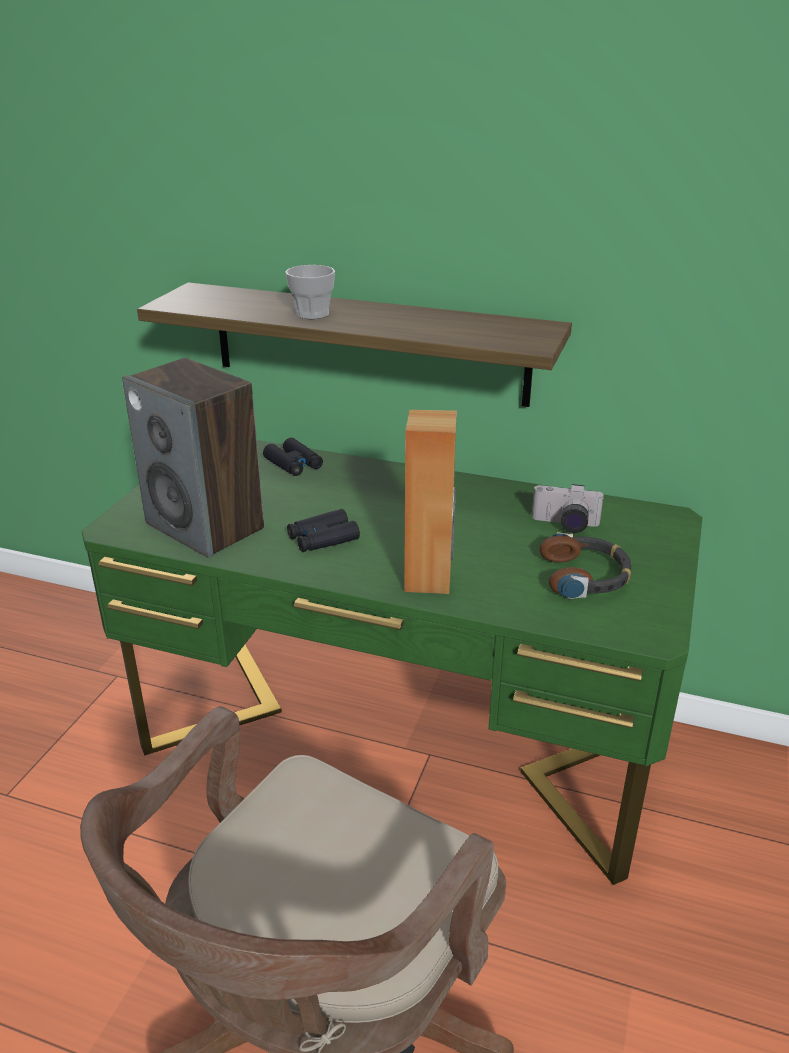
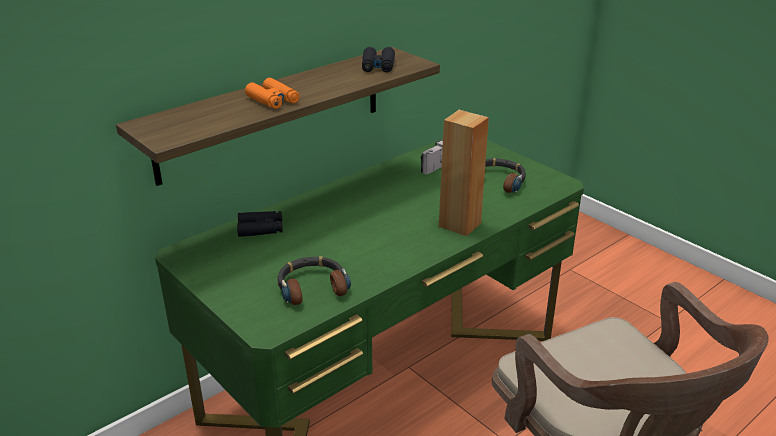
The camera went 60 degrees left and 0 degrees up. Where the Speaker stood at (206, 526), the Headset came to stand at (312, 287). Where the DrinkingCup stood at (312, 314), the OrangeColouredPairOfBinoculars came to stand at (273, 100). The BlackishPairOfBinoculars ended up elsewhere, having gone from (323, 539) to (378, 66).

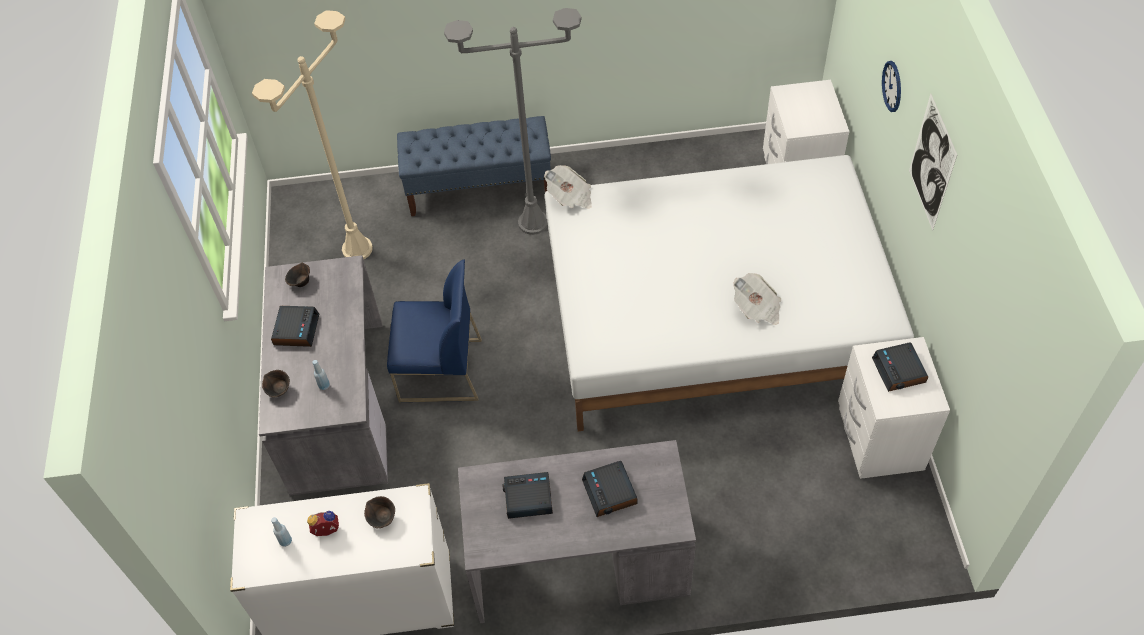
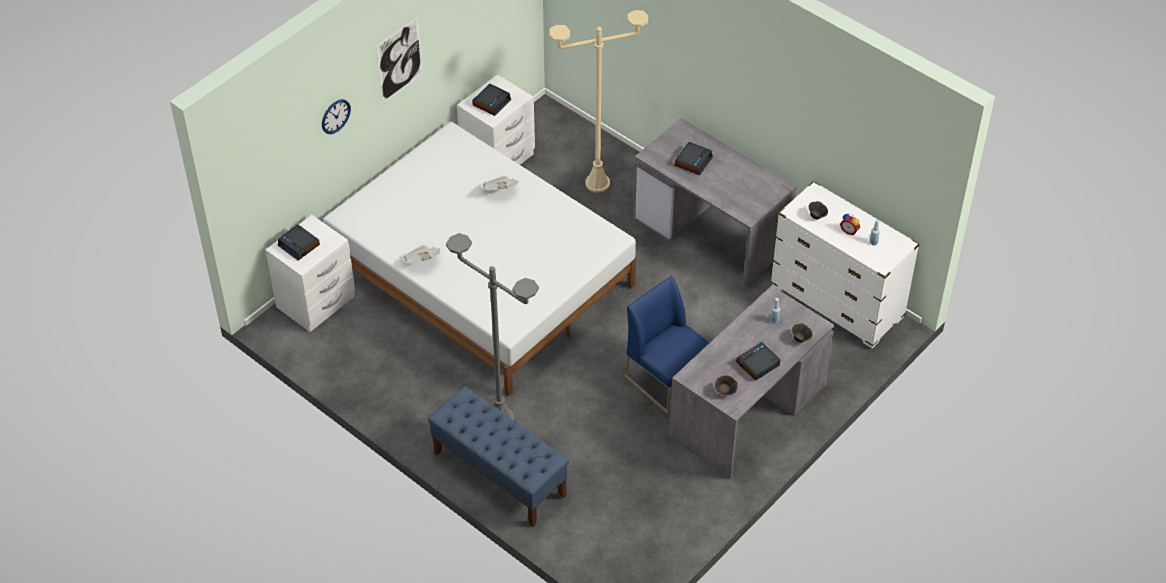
The camera went 135 degrees left and 5 degrees down. The BeigeColouredStandardLamp ended up elsewhere, having gone from (357, 249) to (597, 183). The TableClock ended up elsewhere, having gone from (528, 498) to (299, 245). The Newspaper ended up elsewhere, having gone from (570, 197) to (422, 261).

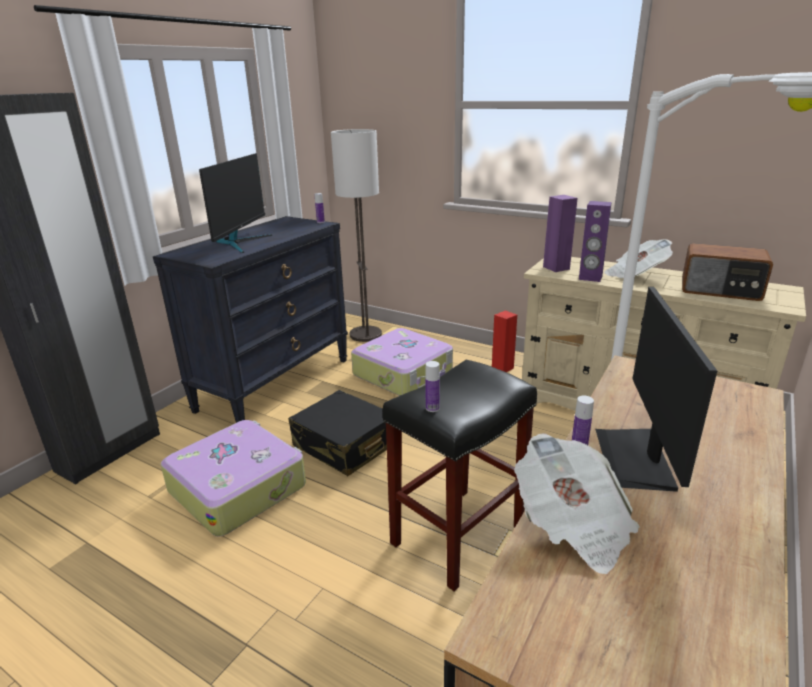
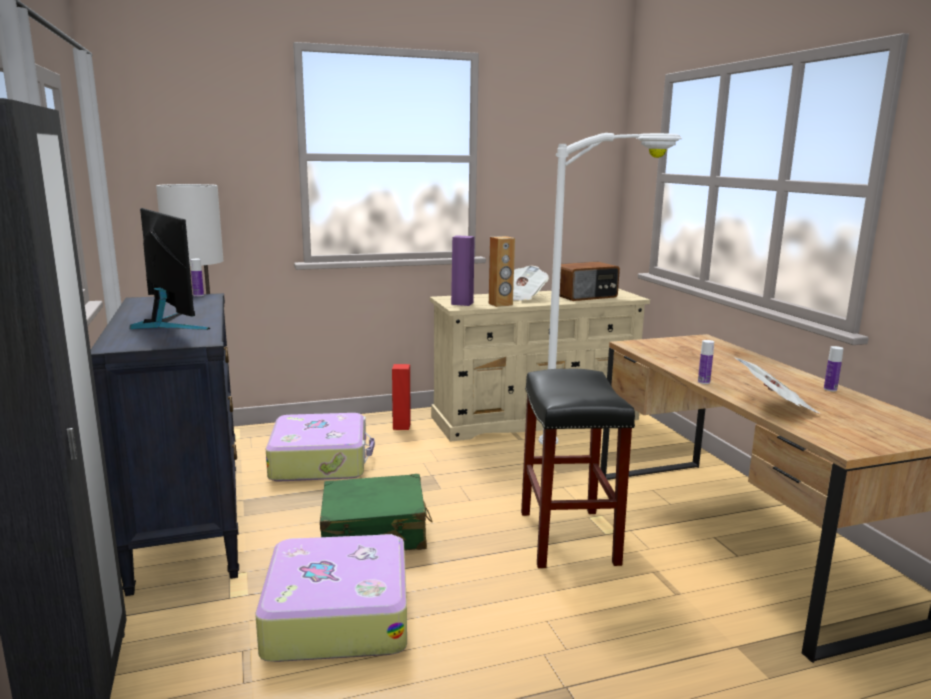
The camera went 50 degrees left and 10 degrees down. What was the BlackishTravelCase at (345, 445) turned into the GreenishTravelCase at (375, 533). The BeverageBottle ended up elsewhere, having gone from (432, 408) to (830, 389). What was the PurplishSpeaker at (590, 278) turned into the BrownishSpeaker at (500, 304). The second view lost the ComputerDisplay at (636, 458).

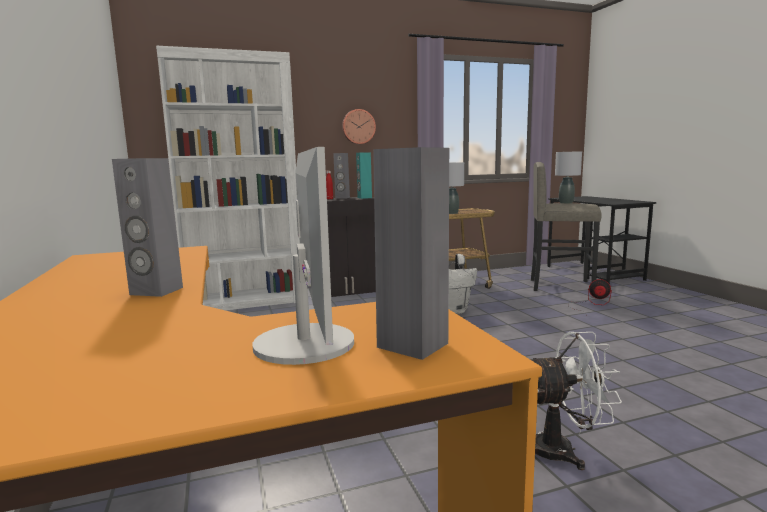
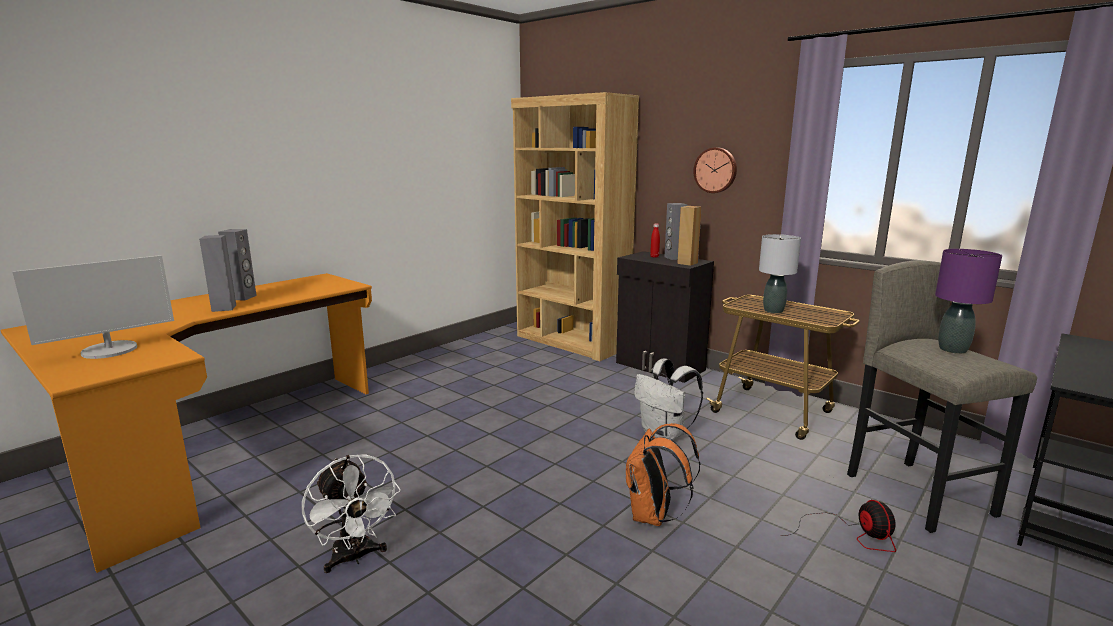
The camera went 60 degrees right and 5 degrees up. What was the WhiteBookcase at (245, 301) turned into the BrownishBookcase at (571, 342). What was the TurquoiseSpeaker at (364, 198) turned into the BrownishSpeaker at (687, 263). The GraySpeaker ended up elsewhere, having gone from (413, 345) to (243, 297). What was the GrayTableLamp at (566, 203) turned into the PurplishTableLamp at (952, 350). The second view gained the OrangeColouredRucksack at (653, 516).

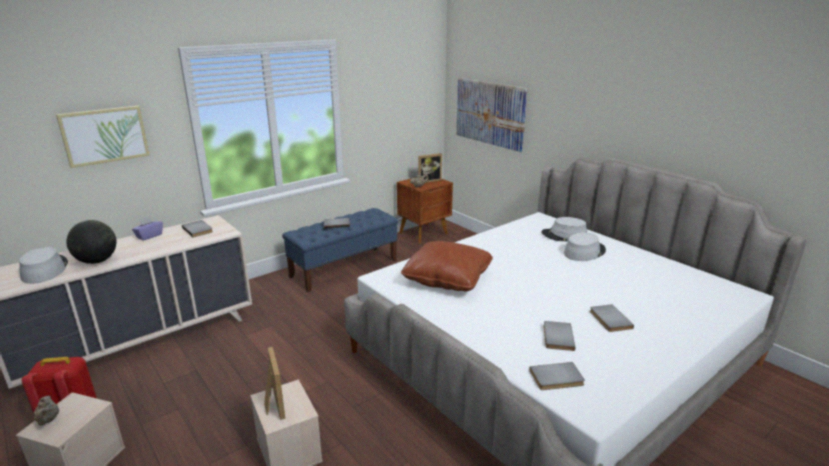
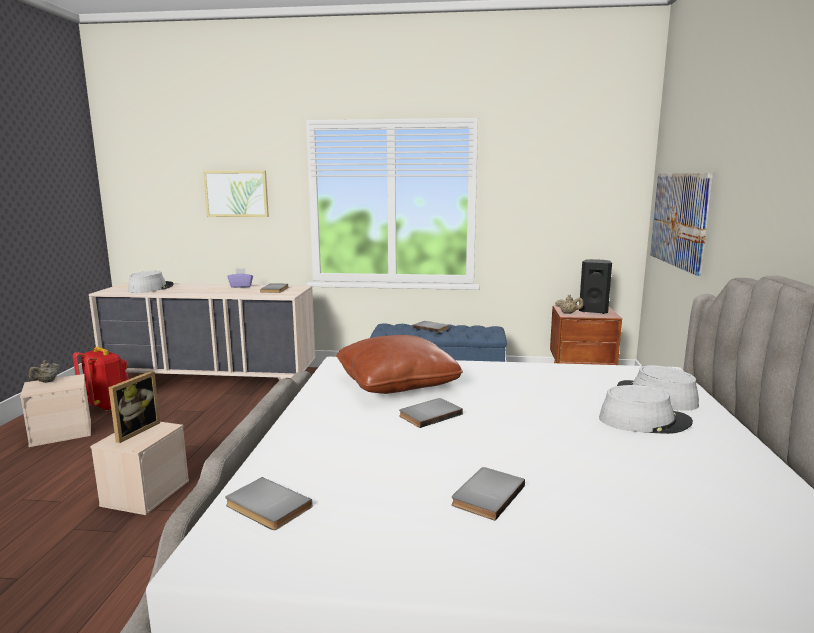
The camera went 45 degrees right and 10 degrees down. The second view lost the DeskGlobe at (97, 261). Where the PictureFrame stood at (428, 180), the BlackishSpeaker came to stand at (593, 311). The GrayVolume ended up elsewhere, having gone from (556, 337) to (429, 414).

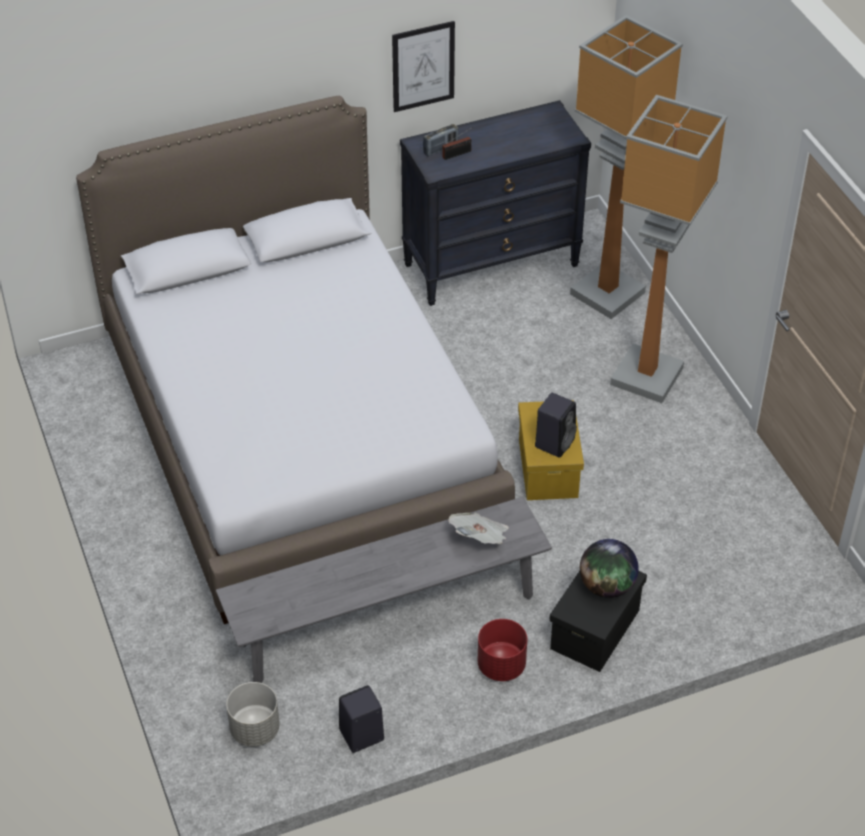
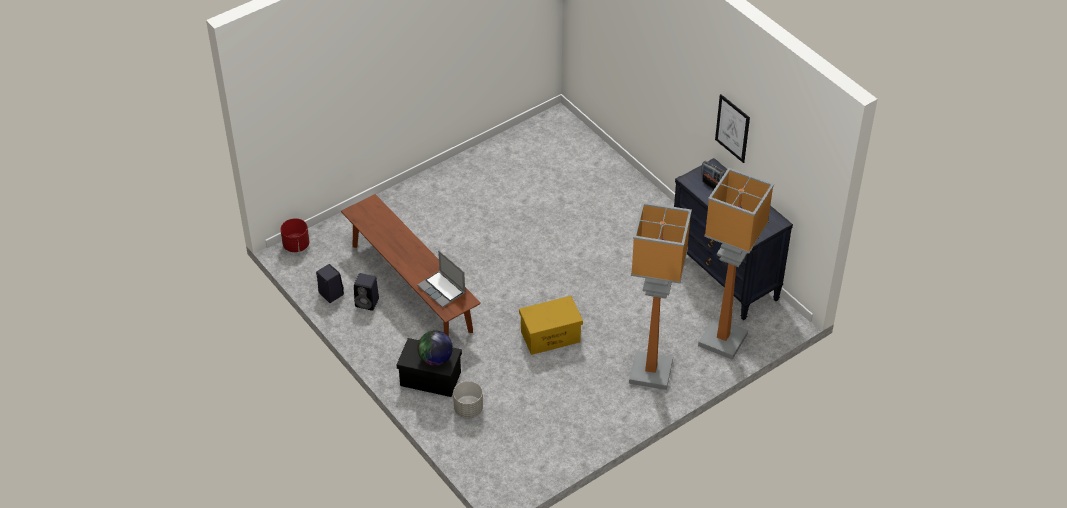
The camera went 75 degrees right and 0 degrees up. The second view lost the SleepingBed at (298, 435). What was the GrayIndoorBench at (387, 619) turned into the BrownishIndoorBench at (411, 287). The GrayFlowerPot ended up elsewhere, having gone from (254, 730) to (468, 409). Where the Newspaper stood at (480, 538), the PortableComputer came to stand at (442, 290). The ReddishFlowerPot ended up elsewhere, having gone from (501, 665) to (296, 245). The BlackishSpeaker ended up elsewhere, having gone from (555, 442) to (368, 302).

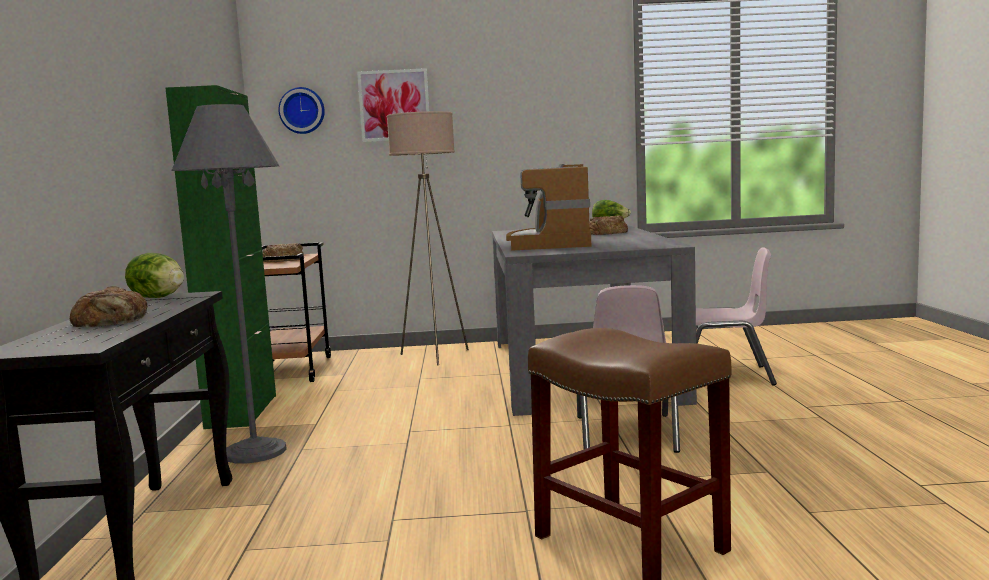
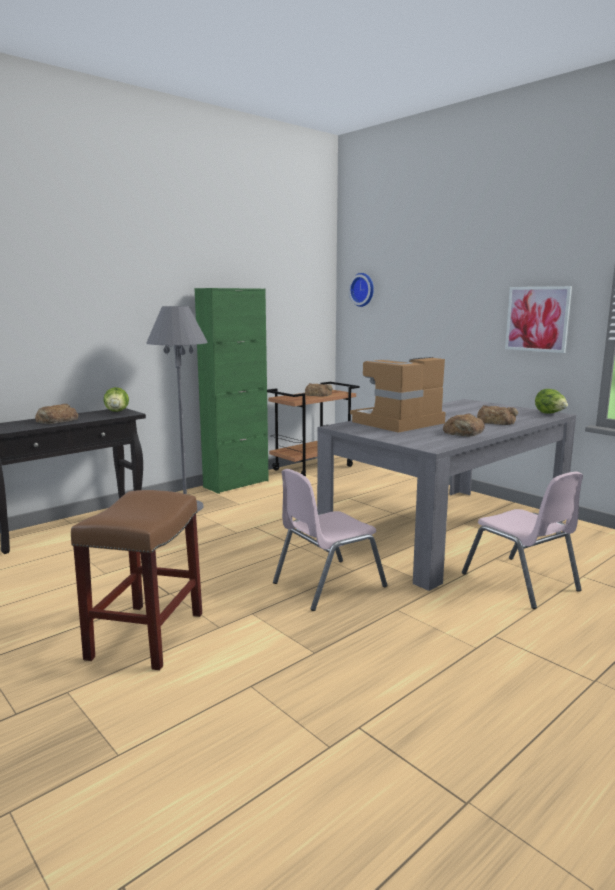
The camera went 50 degrees right and 5 degrees up. The WallArt ended up elsewhere, having gone from (394, 105) to (537, 319). The second view lost the BeigeColouredStandardLamp at (435, 356). The second view gained the BakedBread at (464, 432).

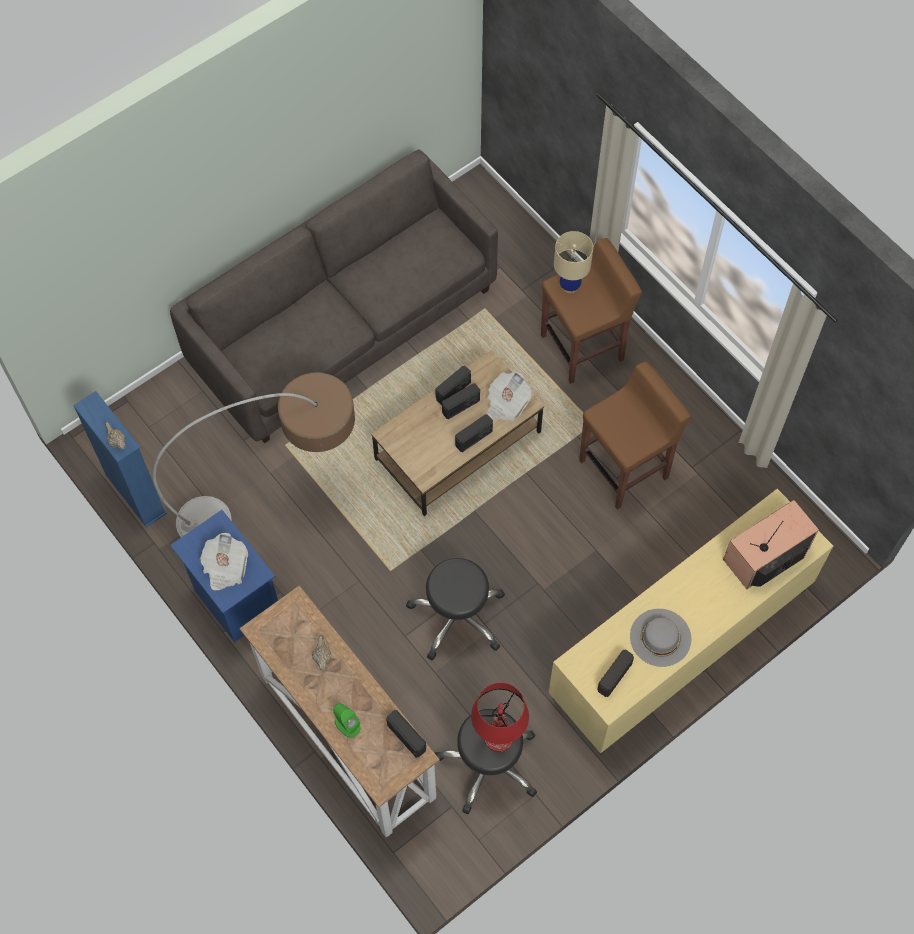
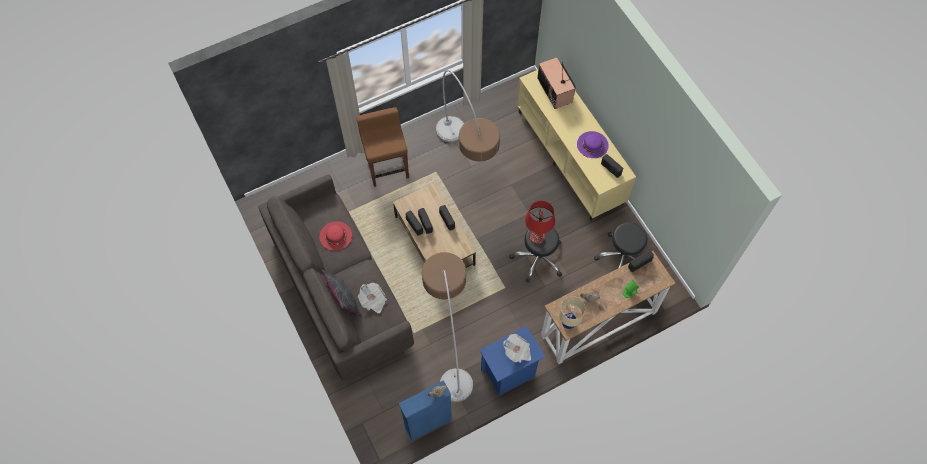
The camera went 80 degrees left and 0 degrees up. The ReddishTableLamp ended up elsewhere, having gone from (498, 738) to (537, 237). The Newspaper ended up elsewhere, having gone from (506, 403) to (373, 301). The BeigeColouredTableLamp ended up elsewhere, having gone from (570, 286) to (568, 324). Where the BrownishStool stood at (625, 468), the StandardLamp came to stand at (466, 162). What was the GrayWearableHat at (660, 637) turned into the PurplishWearableHat at (592, 144). The second view gained the ReddishWearableHat at (335, 236). The second view gained the GrayThrowPillow at (344, 301).

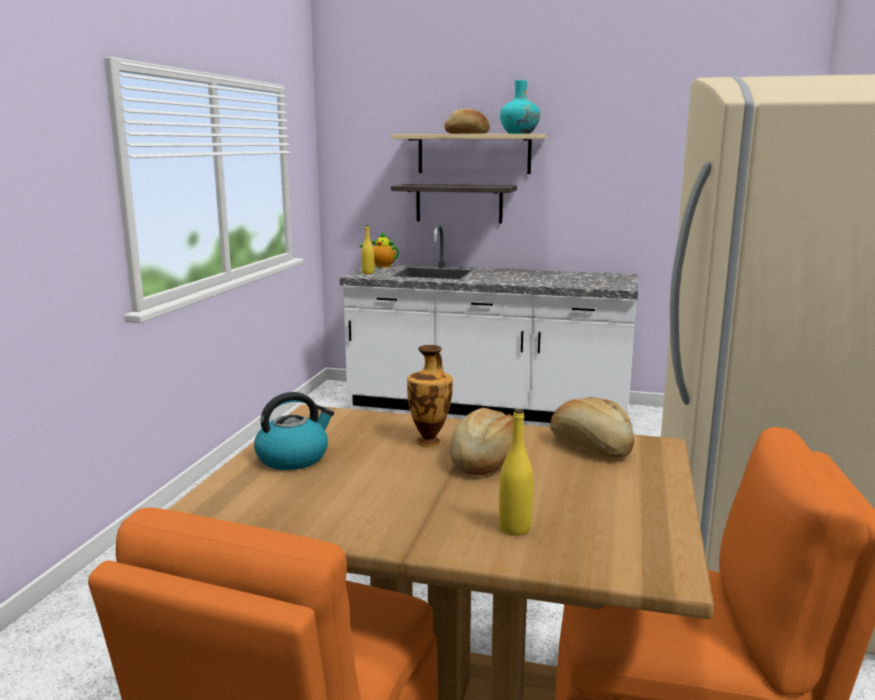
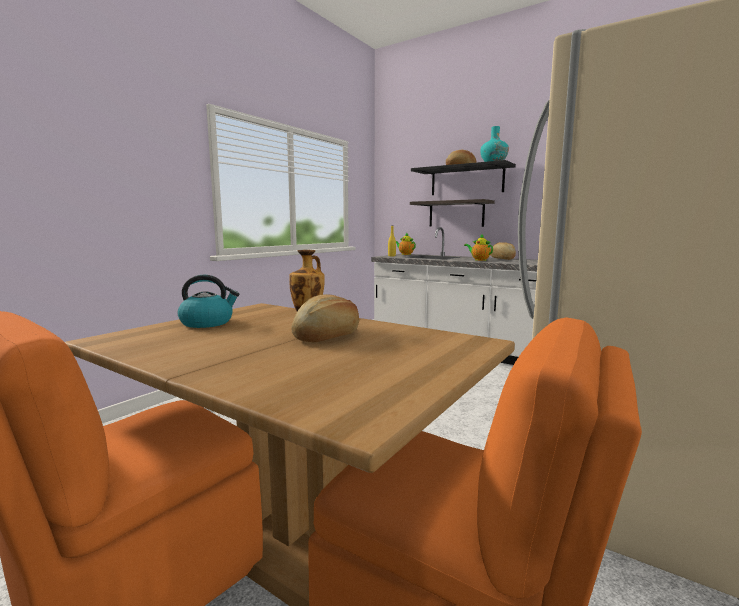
The camera went 20 degrees right and 5 degrees down. What was the BeigeColouredShelf at (474, 154) turned into the BlackishShelf at (466, 181). The second view lost the YellowBeverageBottle at (515, 528). The BakedBread ended up elsewhere, having gone from (590, 447) to (502, 258). The second view gained the Teapot at (479, 260).

